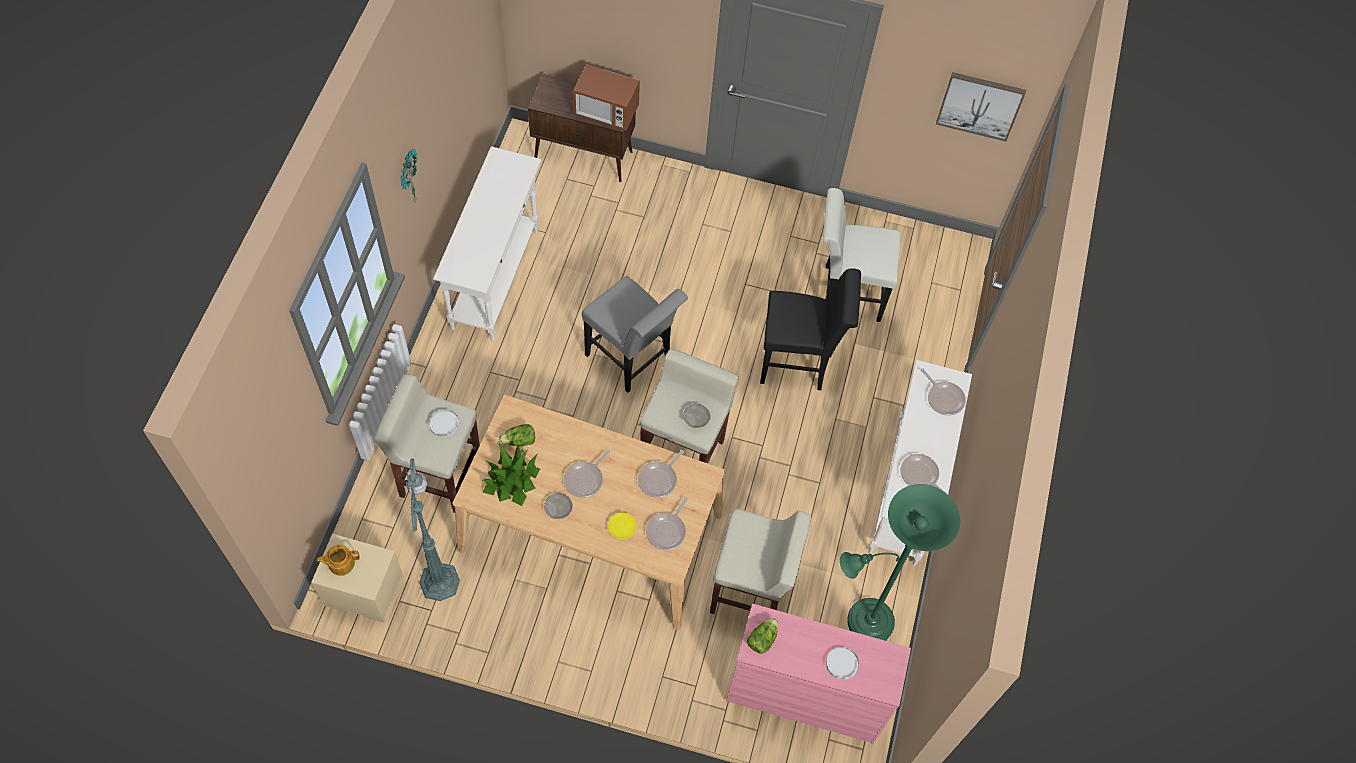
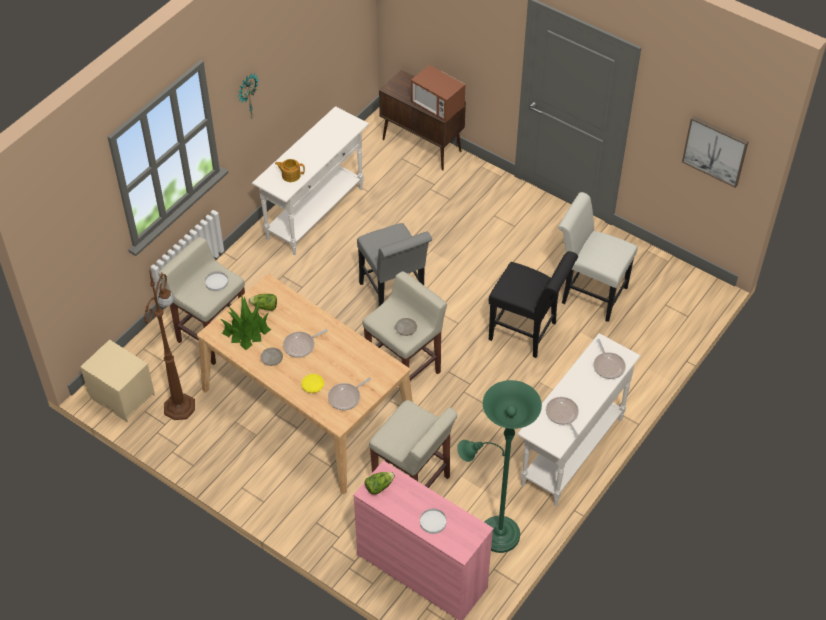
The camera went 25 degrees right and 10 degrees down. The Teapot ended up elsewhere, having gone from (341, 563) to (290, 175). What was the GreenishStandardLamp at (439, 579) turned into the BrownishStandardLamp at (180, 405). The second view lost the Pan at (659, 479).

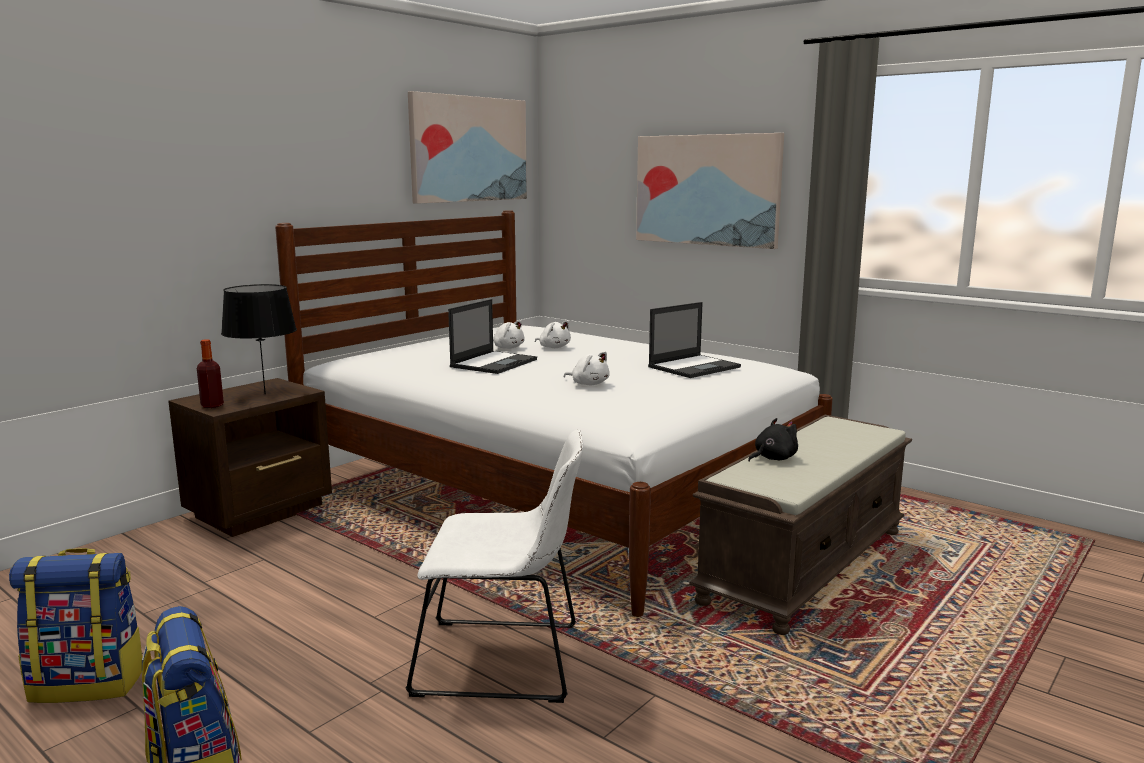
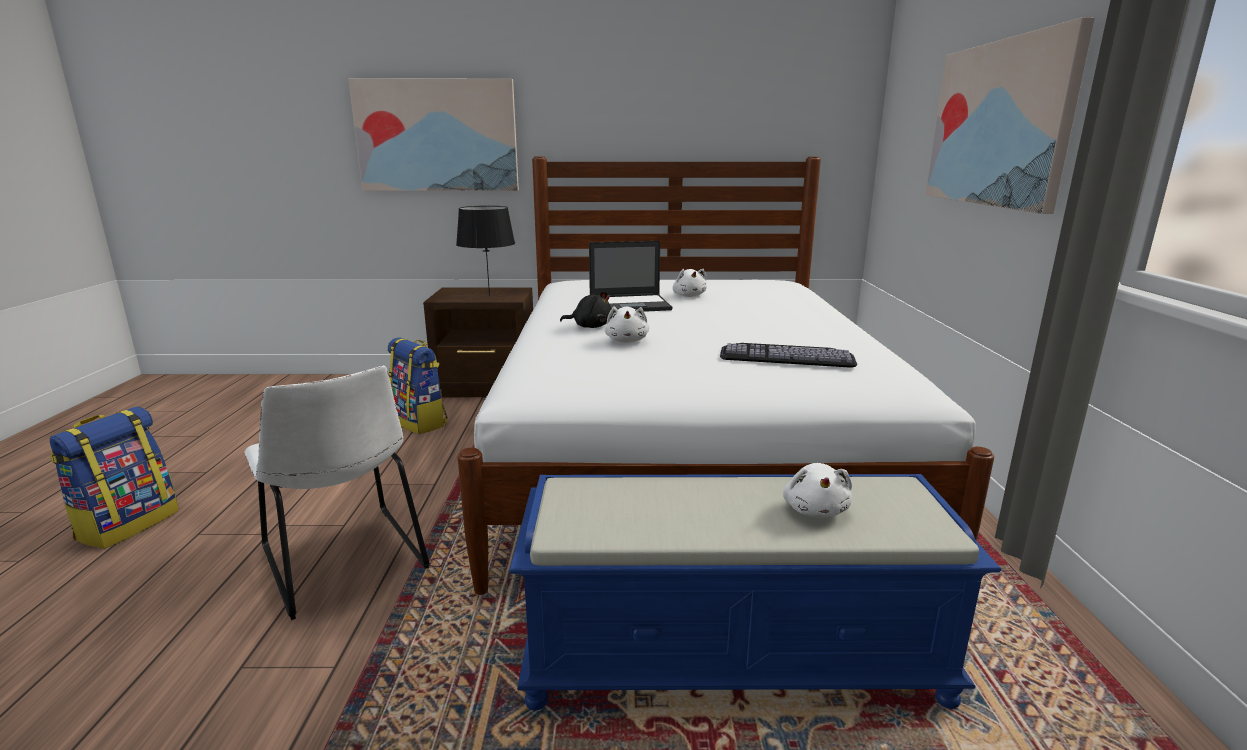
The camera went 50 degrees right and 5 degrees up. The Rucksack ended up elsewhere, having gone from (90, 683) to (420, 422). The second view lost the BeverageBottle at (212, 405). The WallArt ended up elsewhere, having gone from (468, 149) to (437, 136). The WhiteSoftToy ended up elsewhere, having gone from (554, 347) to (815, 510). Where the PortableComputer stood at (694, 367), the Keyboard came to stand at (787, 355). What was the BrownishIndoorBench at (803, 564) turned into the BlueColouredIndoorBench at (734, 656). The BlackishSoftToy ended up elsewhere, having gone from (773, 458) to (590, 326).

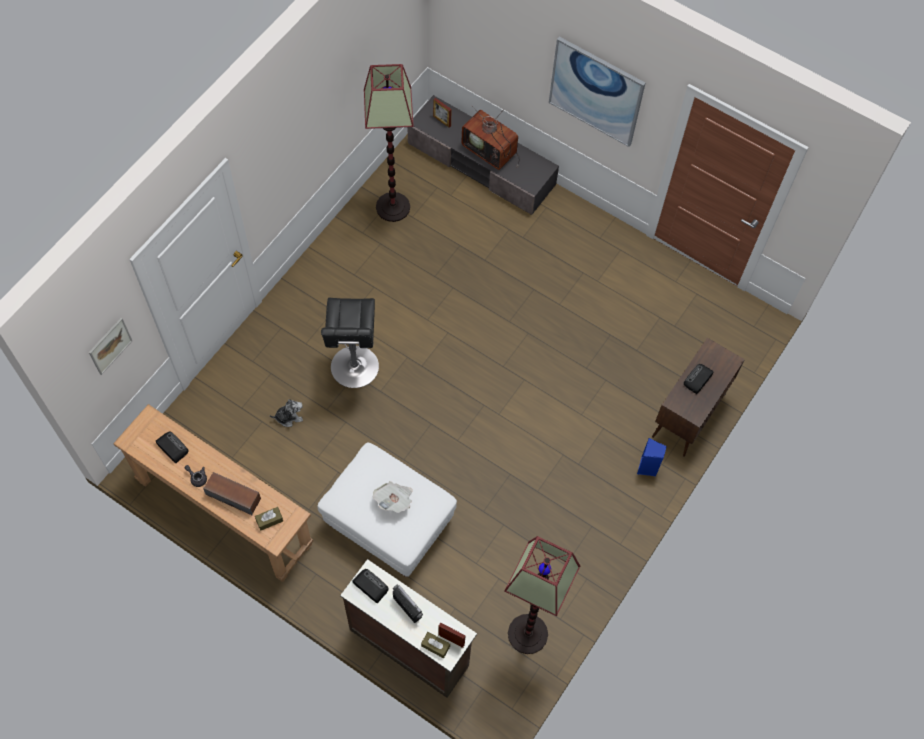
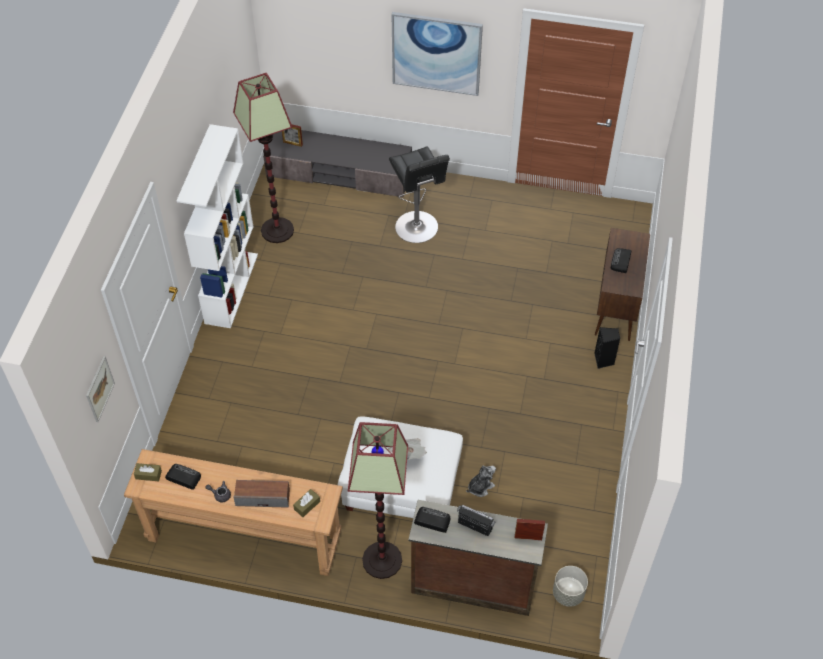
The camera went 20 degrees left and 10 degrees down. The SoftToy ended up elsewhere, having gone from (289, 417) to (480, 487). The BlackishStool ended up elsewhere, having gone from (354, 370) to (418, 229). The BrownishTissueBox ended up elsewhere, having gone from (435, 646) to (148, 474). The second view lost the Tv at (491, 151). The StandardLamp ended up elsewhere, having gone from (528, 634) to (382, 560). What was the BlueColouredSpeaker at (647, 468) turned into the BlackishSpeaker at (604, 360). The second view gained the WhiteBookcase at (231, 288). The second view gained the GrayFlowerPot at (568, 593).

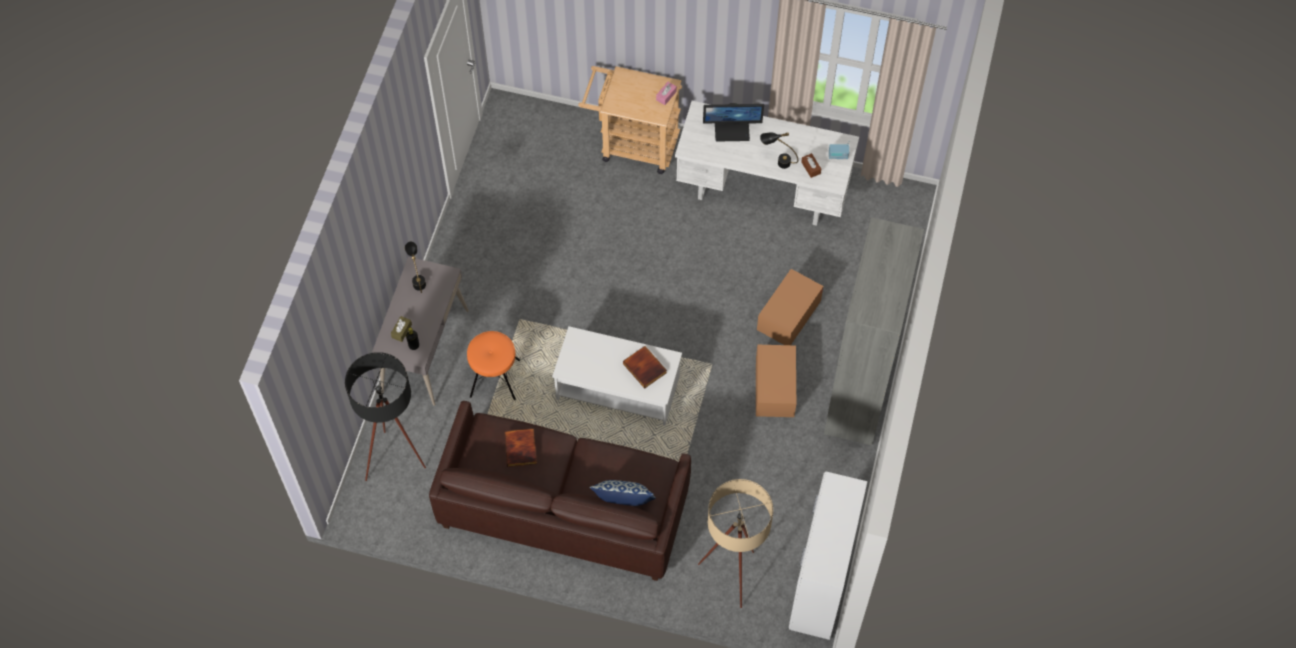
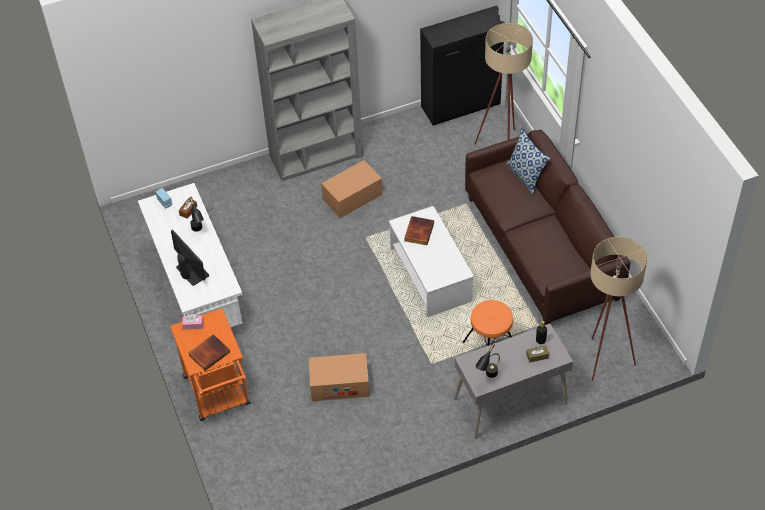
The camera went 125 degrees left and 10 degrees down. What was the BlackishStandardLamp at (399, 462) turned into the BeigeColouredStandardLamp at (603, 356). The Volume ended up elsewhere, having gone from (521, 449) to (209, 353). What was the BeigeColouredTrolley at (632, 144) turned into the OrangeColouredTrolley at (219, 395). The CardboardBox ended up elsewhere, having gone from (789, 315) to (339, 384). What was the WhiteCabinet at (820, 585) turned into the BlackishCabinet at (464, 105).

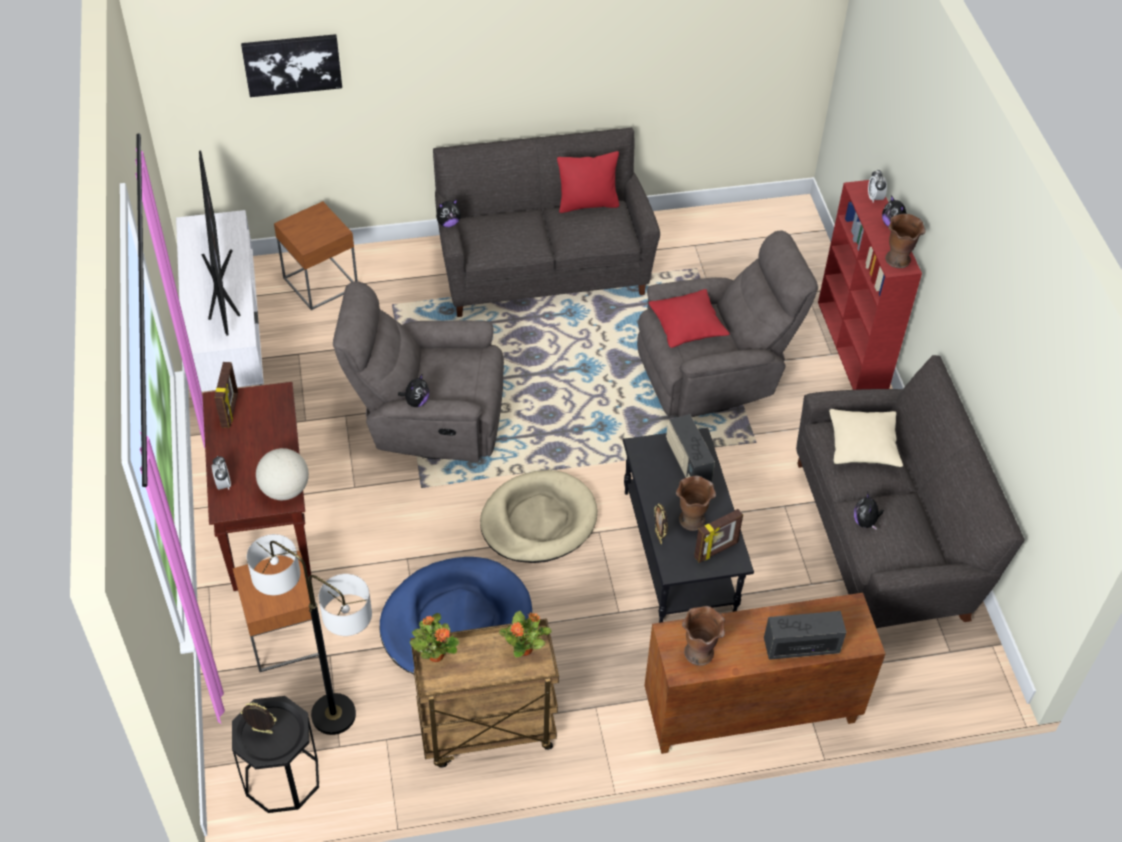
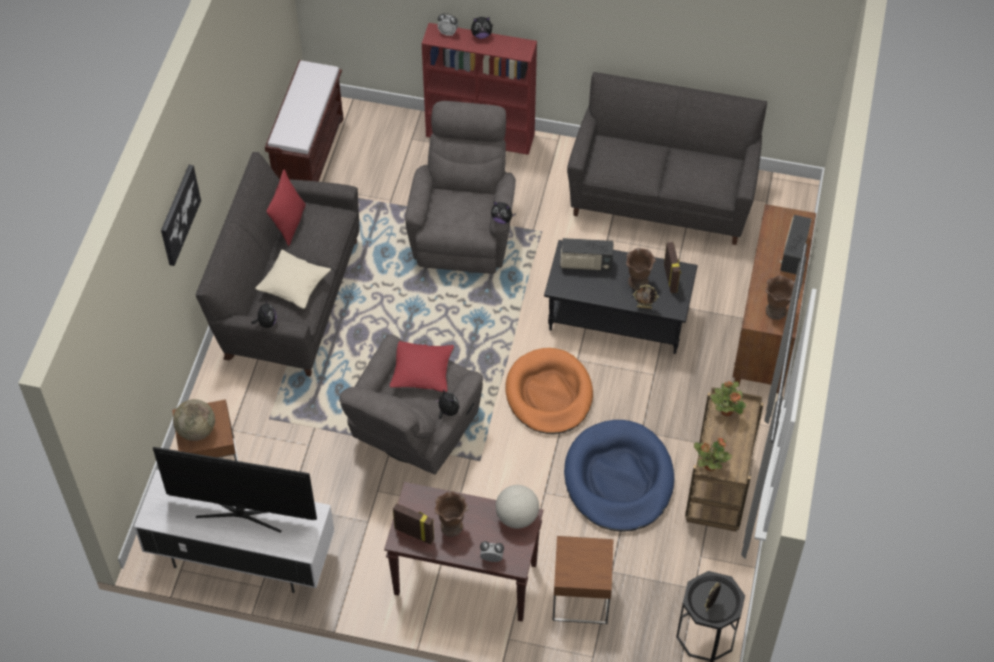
The camera went 65 degrees left and 5 degrees up. The WallArt ended up elsewhere, having gone from (292, 64) to (179, 214). The second view lost the StandardLamp at (333, 715). What was the BeigeColouredPetBed at (538, 520) turned into the OrangeColouredPetBed at (549, 394). The ReddishThrowPillow ended up elsewhere, having gone from (687, 326) to (422, 372). The BeigeColouredThrowPillow ended up elsewhere, having gone from (863, 445) to (294, 285). The SoftToy ended up elsewhere, having gone from (865, 522) to (502, 219). The BrownishVase ended up elsewhere, having gone from (898, 259) to (452, 526). The second view gained the DeskGlobe at (196, 430). The second view gained the BrownishIndoorBench at (309, 154).

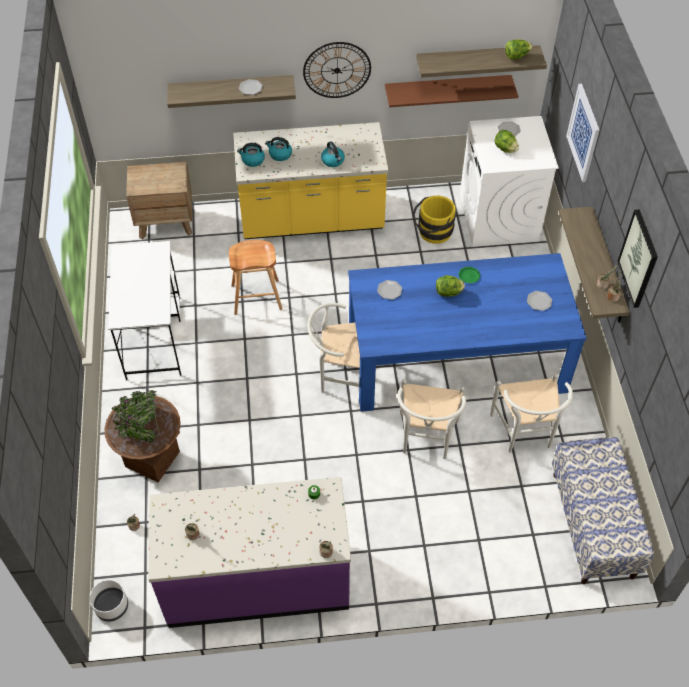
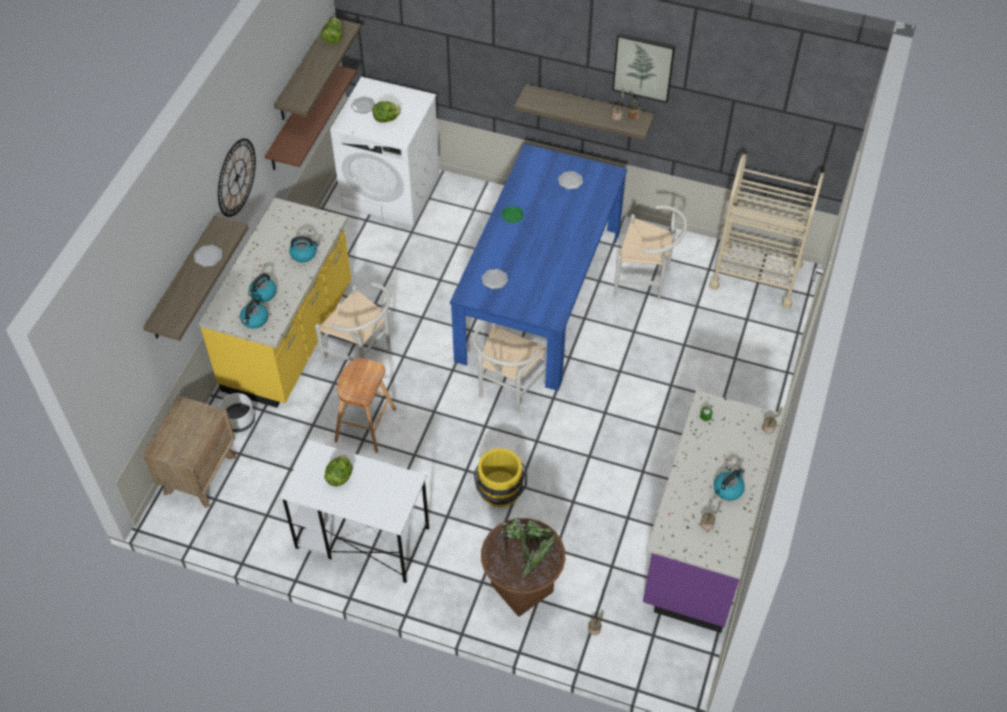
The camera went 65 degrees left and 0 degrees up. The WhiteFlowerPot ended up elsewhere, having gone from (111, 606) to (239, 421). The WhiteChair ended up elsewhere, having gone from (426, 440) to (363, 356). The YellowWaterBucket ended up elsewhere, having gone from (432, 233) to (500, 493). The HeadOfLettuce ended up elsewhere, having gone from (448, 293) to (340, 476). Where the IndoorBench stood at (593, 524), the BeigeColouredTrolley came to stand at (755, 275). The second view lost the WallArt at (583, 133). The second view gained the WaterKettle at (728, 489).

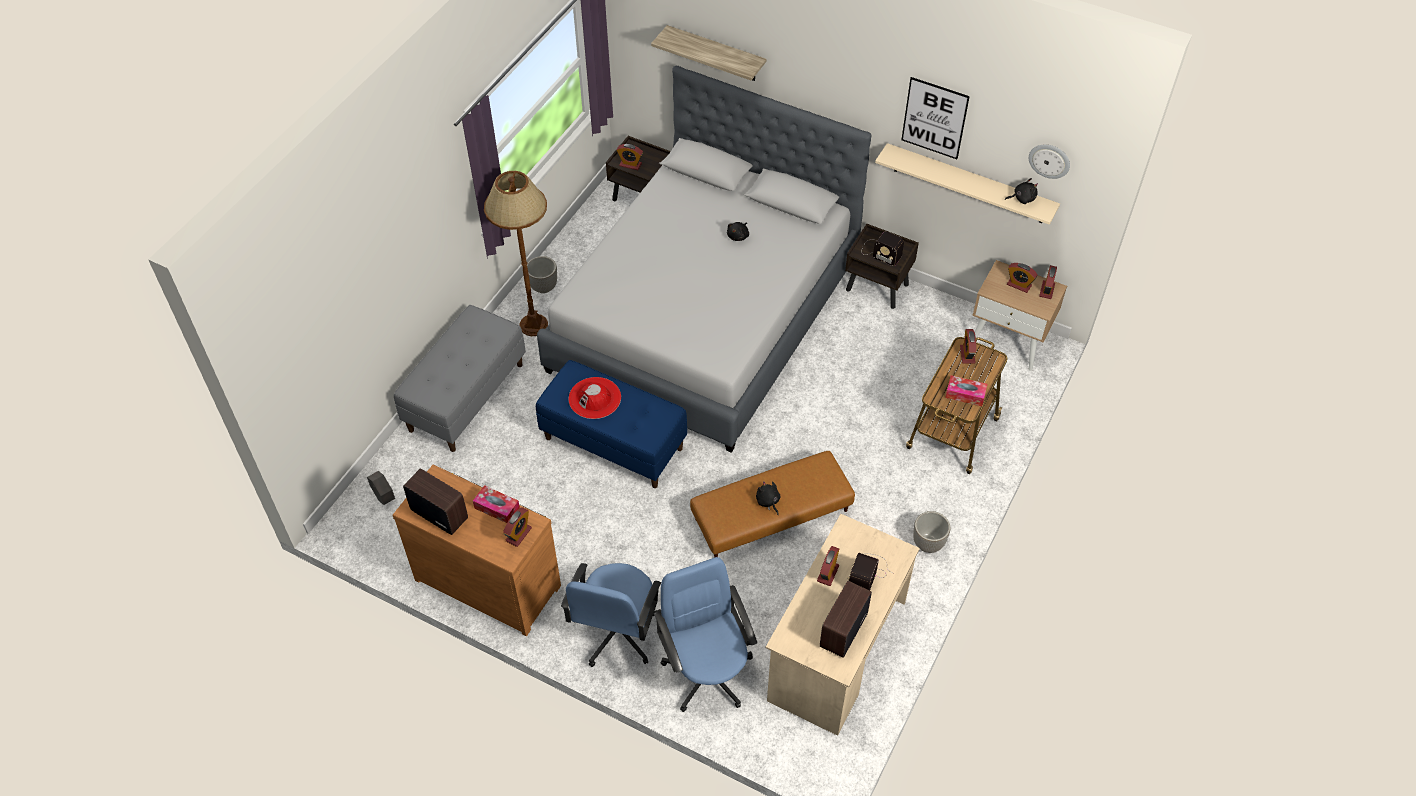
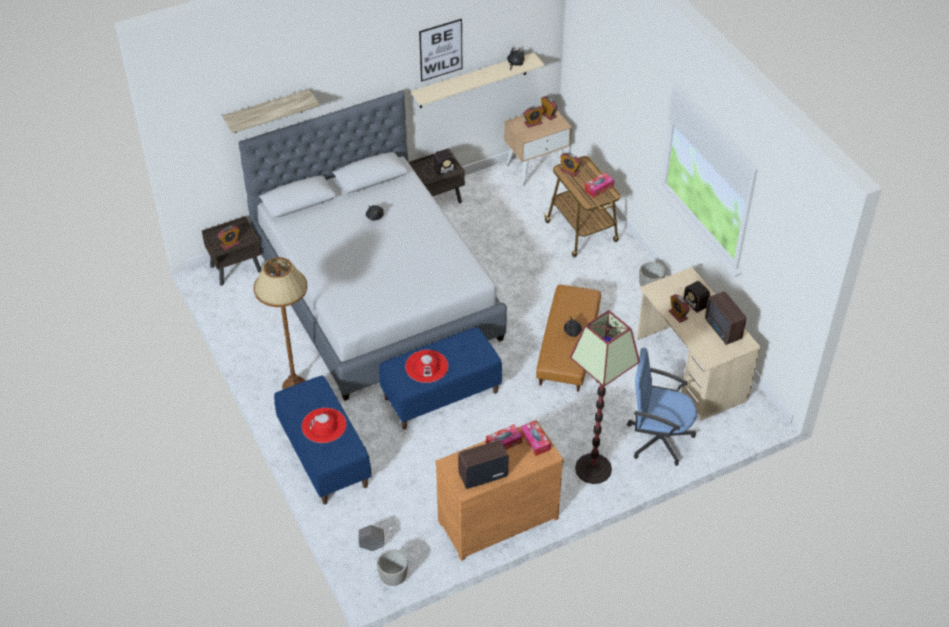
The camera went 55 degrees left and 5 degrees down. What was the GrayIndoorBench at (466, 396) turned into the BlueColouredIndoorBench at (323, 456). Where the TableClock stood at (518, 534), the TissueBox came to stand at (535, 441). The FlowerPot ended up elsewhere, having gone from (543, 287) to (393, 578). Where the BlueColouredComputerChair stood at (616, 632), the StandardLamp came to stand at (593, 469). The second view lost the HangingClock at (1049, 160). The second view gained the ReddishWearableHat at (324, 425).

